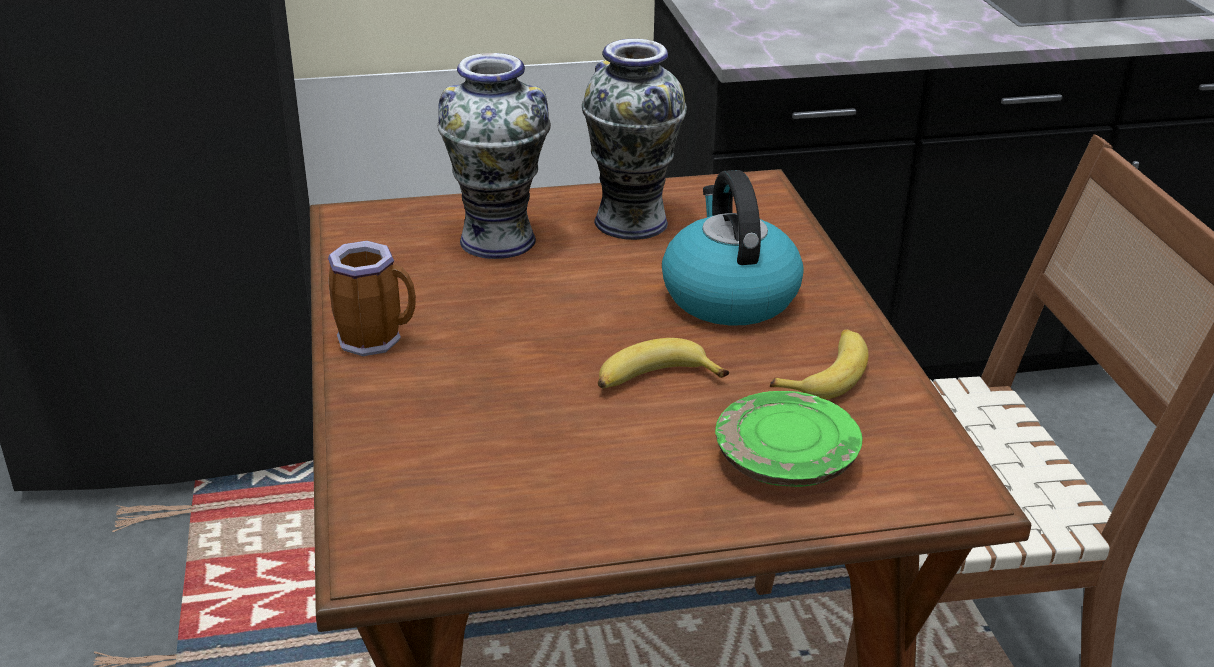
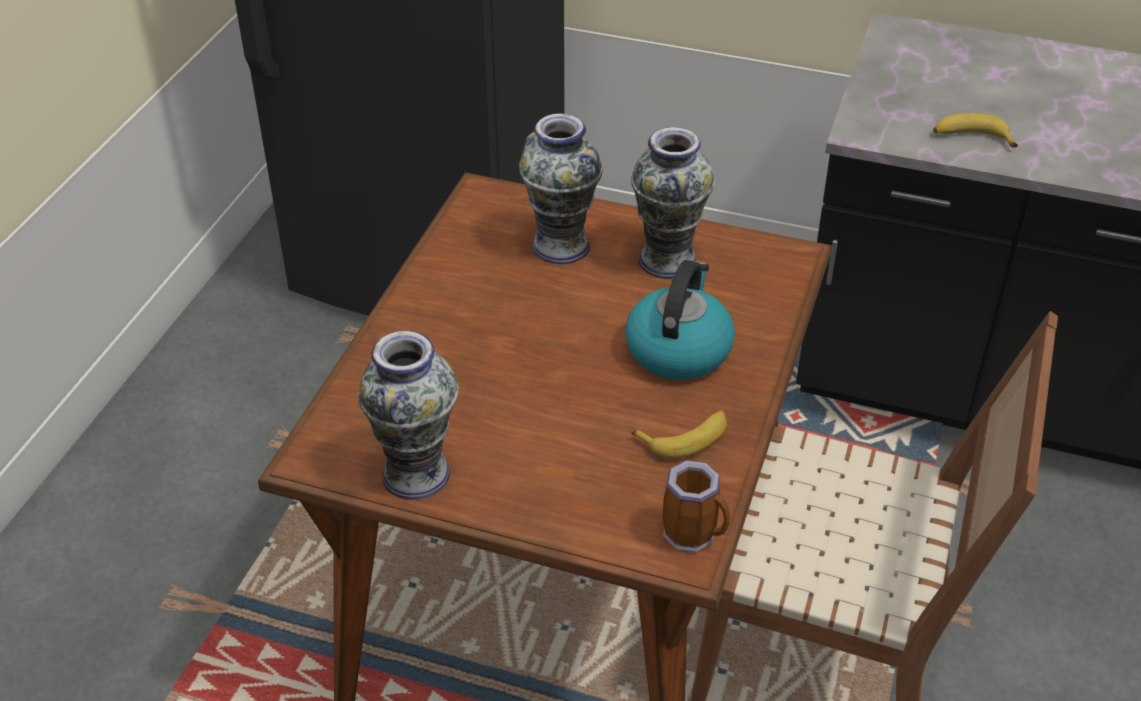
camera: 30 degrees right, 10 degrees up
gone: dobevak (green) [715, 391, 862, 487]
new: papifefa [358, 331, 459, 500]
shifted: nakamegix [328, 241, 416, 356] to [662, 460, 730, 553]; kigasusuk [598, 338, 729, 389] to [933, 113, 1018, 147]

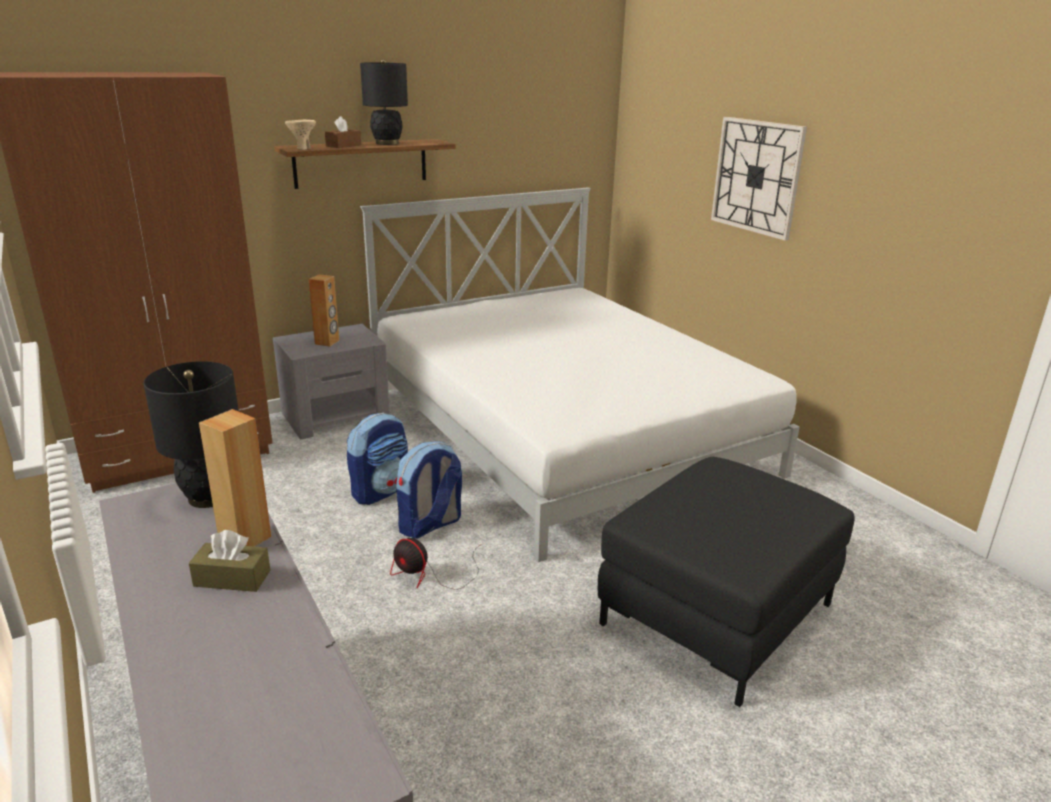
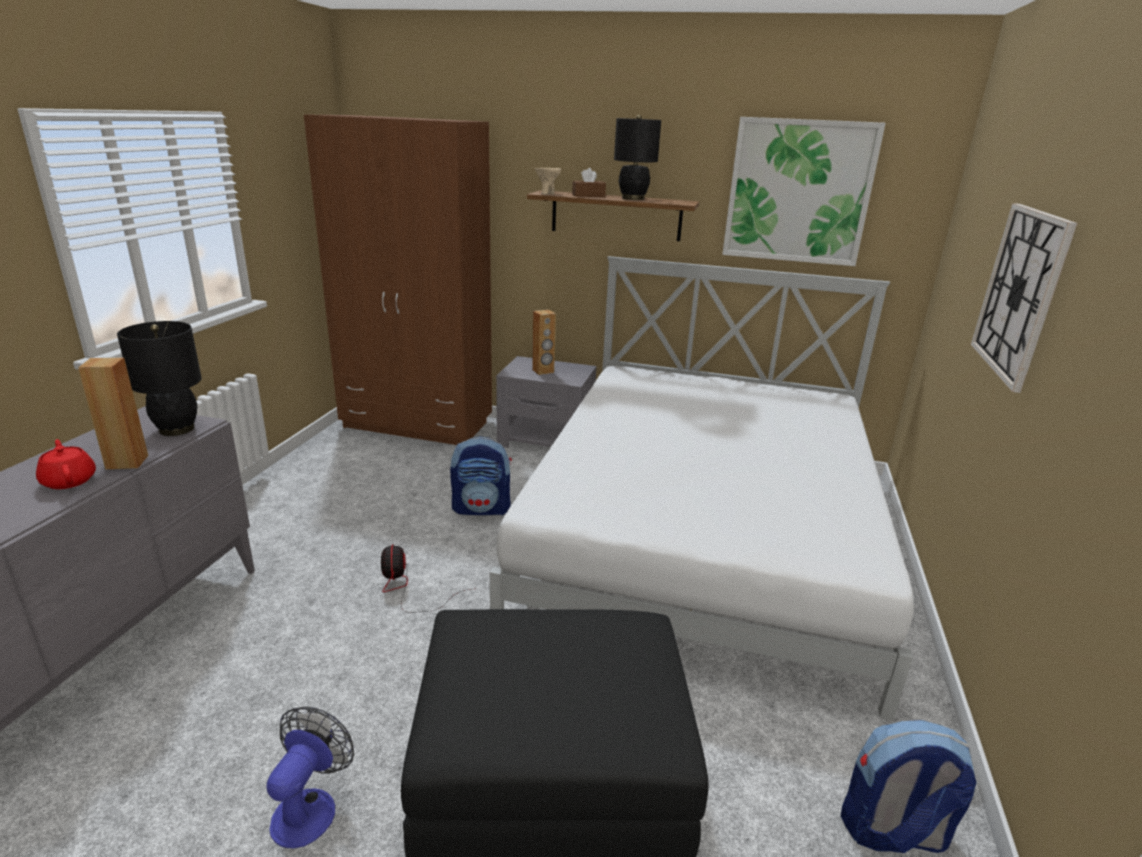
camera: 45 degrees right, 0 degrees up
new: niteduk [267, 707, 354, 848]; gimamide [722, 117, 886, 266]
shifted: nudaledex [397, 441, 462, 538] to [841, 720, 977, 853]
swapped: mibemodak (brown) [189, 530, 270, 592] to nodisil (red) [36, 439, 96, 489]

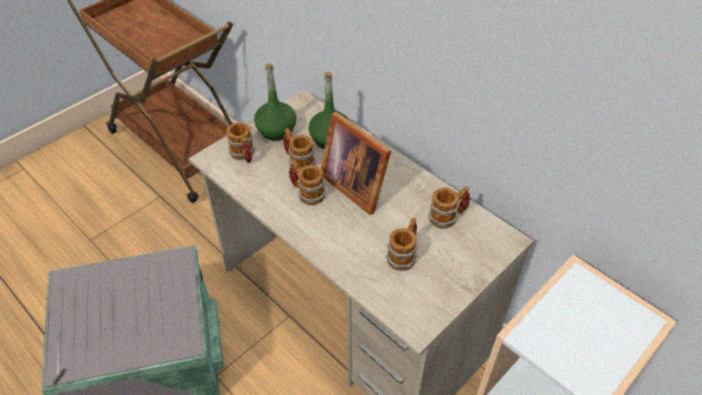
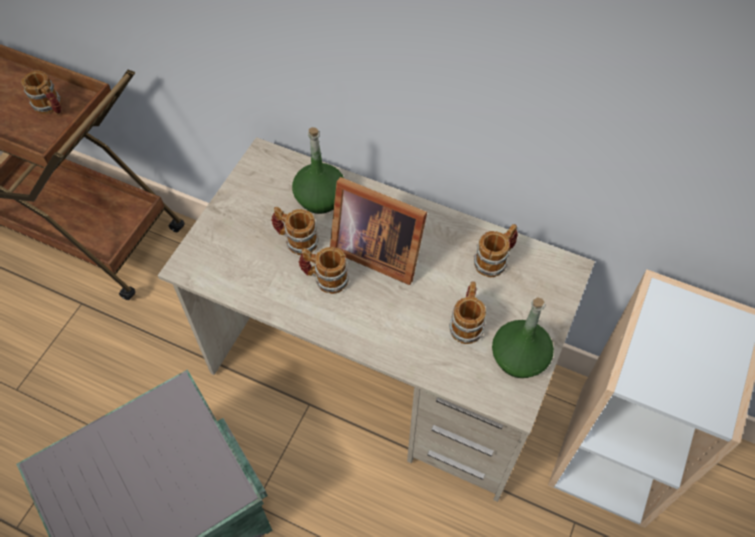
camera: 20 degrees left, 10 degrees up
shifted: nakamegix [227, 122, 255, 163] to [21, 71, 61, 114]; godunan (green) [254, 63, 297, 141] to [492, 297, 554, 378]

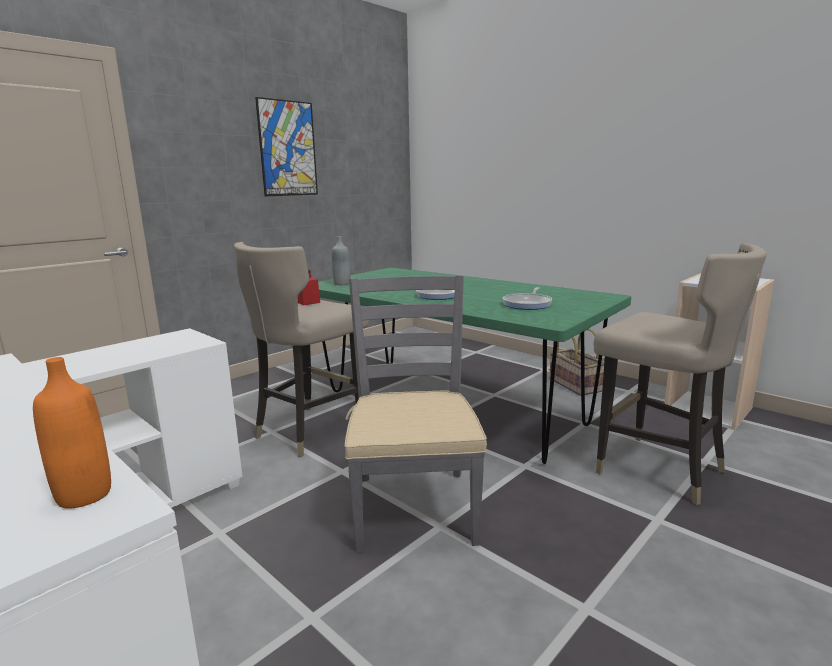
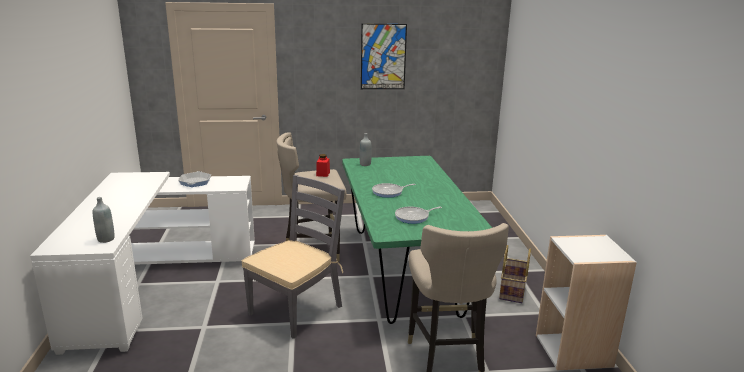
camera: 40 degrees right, 5 degrees up
new: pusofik [178, 171, 211, 187]
repainted: godunan (orange) [33, 357, 111, 509] to godunan (grey) [93, 197, 115, 243]

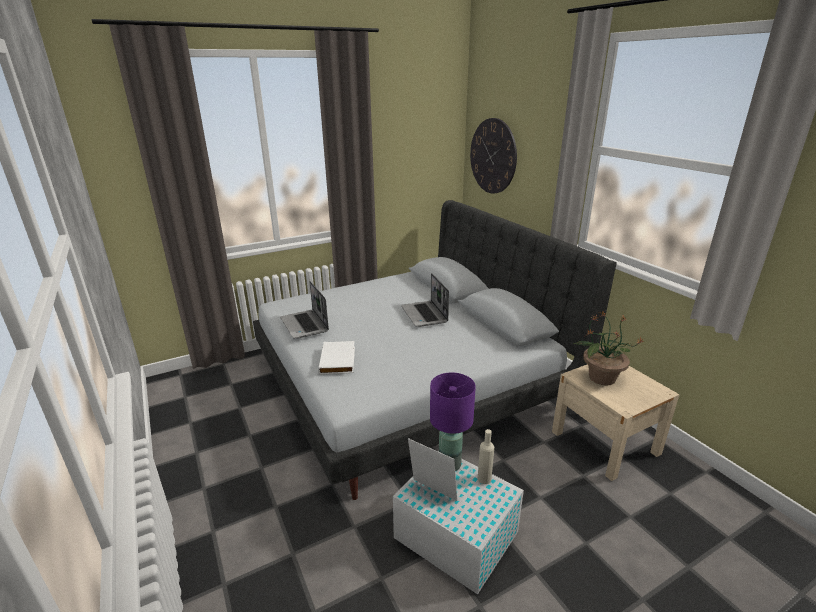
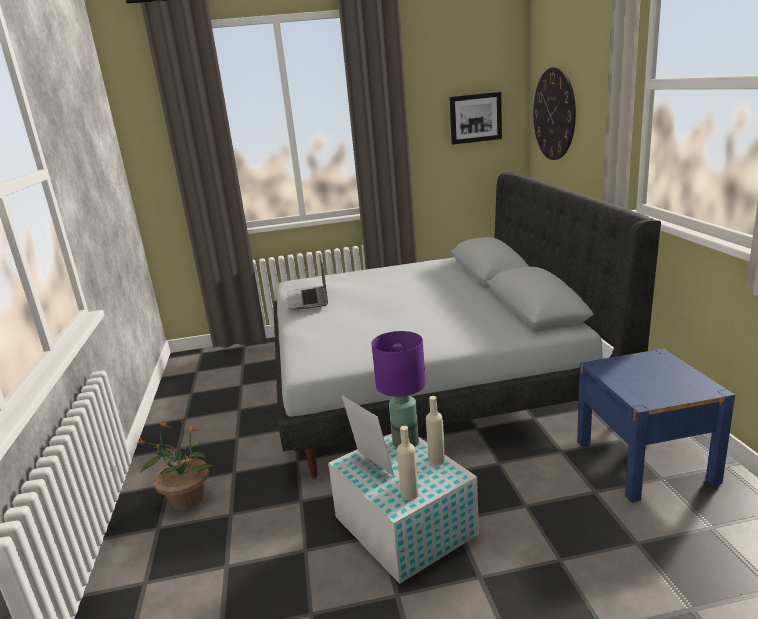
camera: 20 degrees right, 5 degrees down
gone: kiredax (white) [318, 341, 355, 375]; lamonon [401, 273, 449, 327]
new: godunan (beige) [397, 426, 419, 500]; gimamide [449, 92, 502, 145]
shifted: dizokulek [574, 311, 643, 385] to [139, 417, 214, 510]
repainted: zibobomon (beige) [552, 364, 679, 481] to zibobomon (blue) [577, 349, 735, 502]

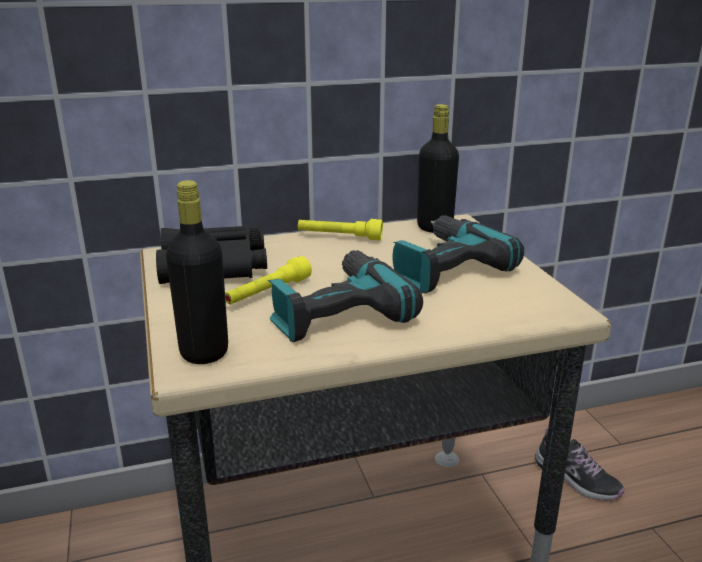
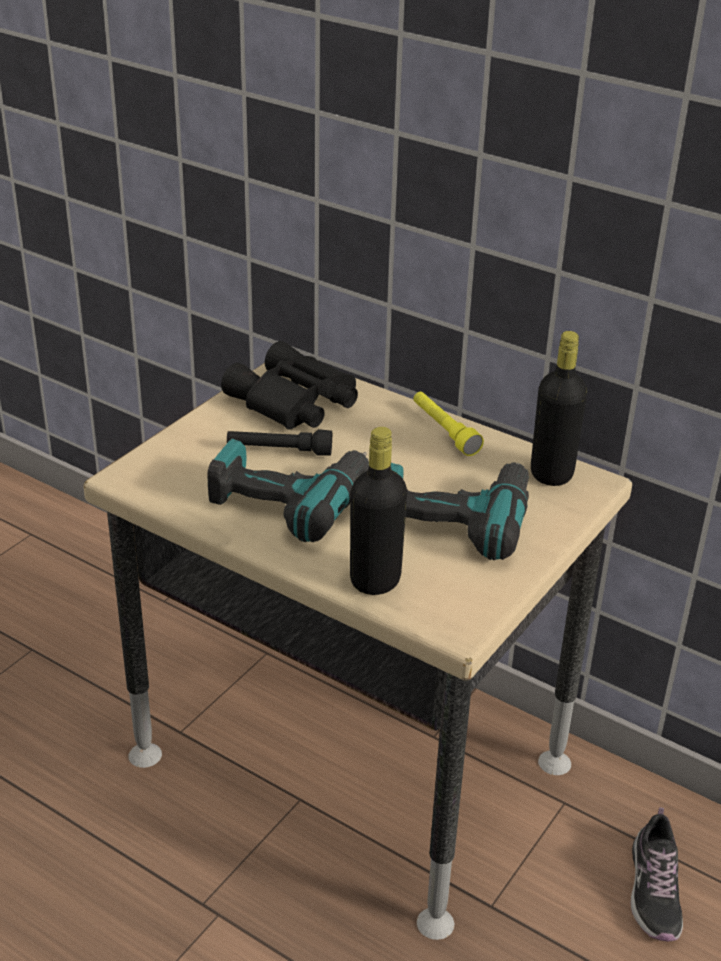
camera: 50 degrees right, 10 degrees up
shifted: godunan (black) [166, 180, 228, 364] to [350, 427, 407, 595]
repainted: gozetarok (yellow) [225, 256, 312, 305] to gozetarok (black) [227, 429, 332, 456]

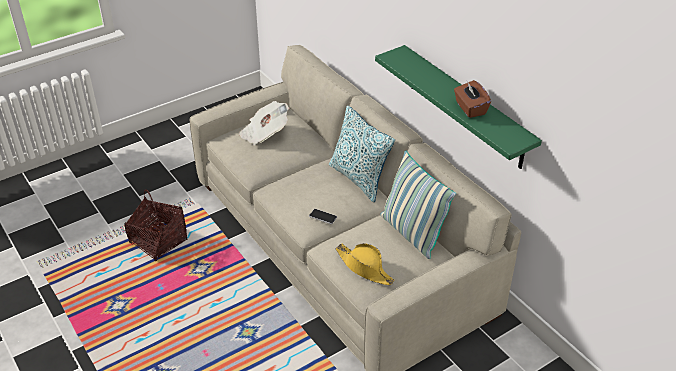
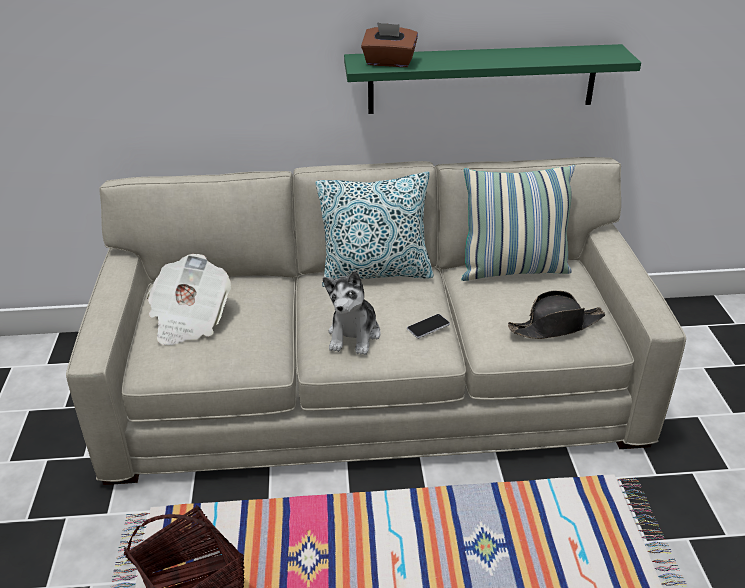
camera: 60 degrees left, 5 degrees down
new: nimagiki [323, 271, 380, 355]
shifted: mibemodak (brown) [454, 80, 491, 118] to [361, 22, 418, 67]
repainted: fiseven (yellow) [336, 243, 394, 285] to fiseven (black) [508, 290, 606, 339]

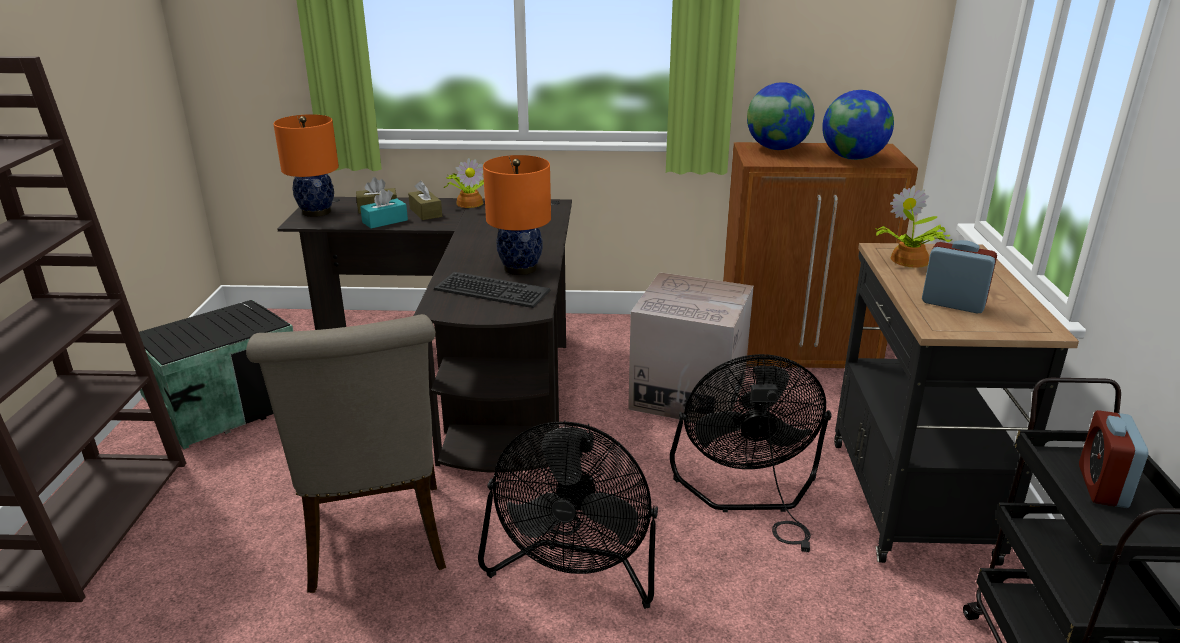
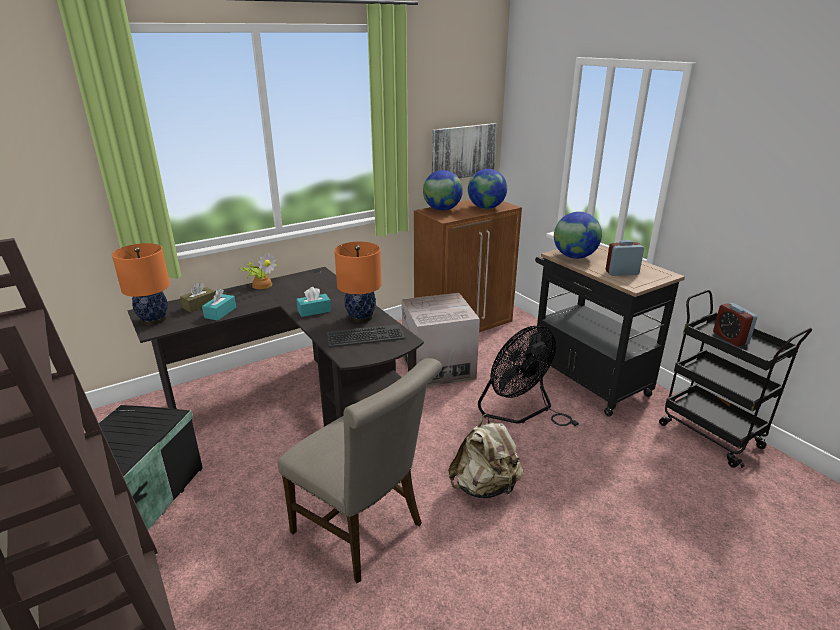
camera: 35 degrees left, 0 degrees up
gone: mibemodak (brown) [408, 181, 442, 220]
new: mibemodak (turquoise) [296, 287, 331, 317]; gimamide [432, 123, 497, 178]
swapped: niteduk (black) [478, 420, 658, 609] to nudaledex (beige) [448, 414, 523, 498]; dizokulek [875, 185, 952, 268] to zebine [554, 212, 602, 259]

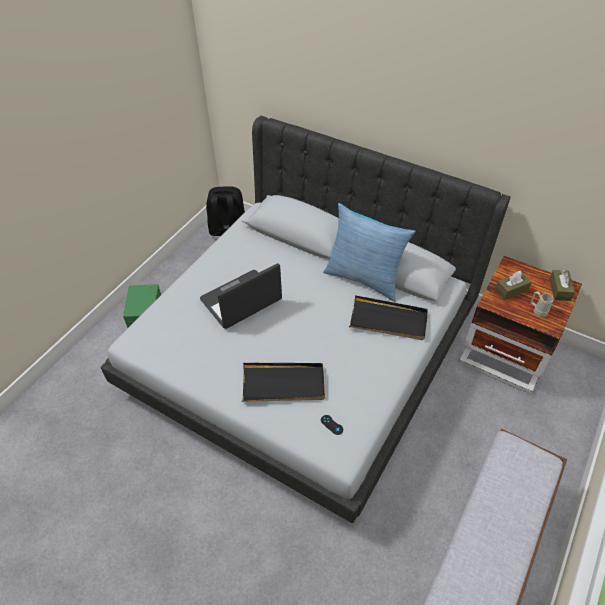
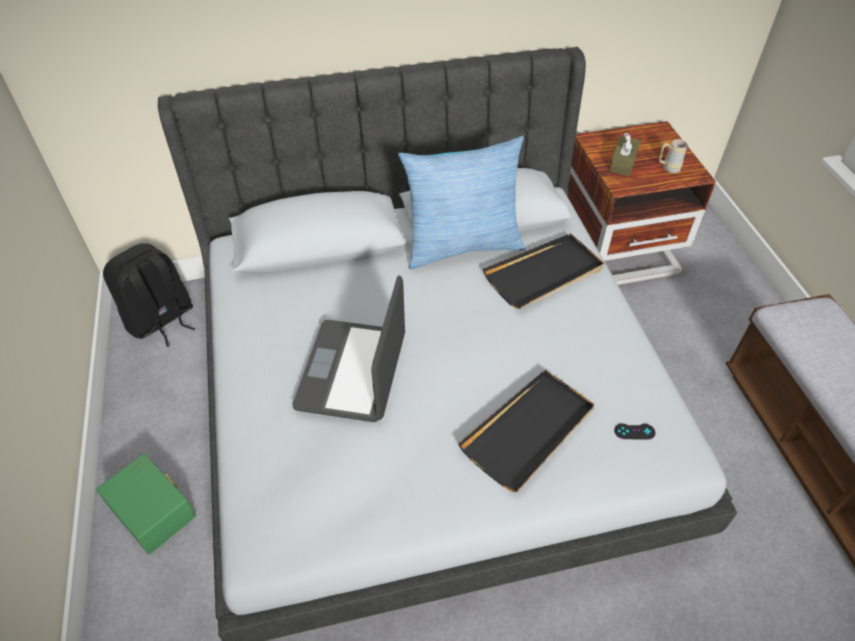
camera: 45 degrees left, 0 degrees up
gone: mibemodak (brown) [549, 270, 575, 301]

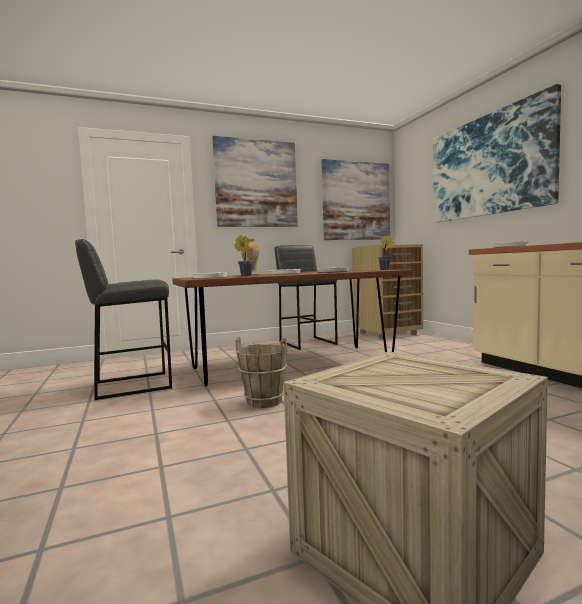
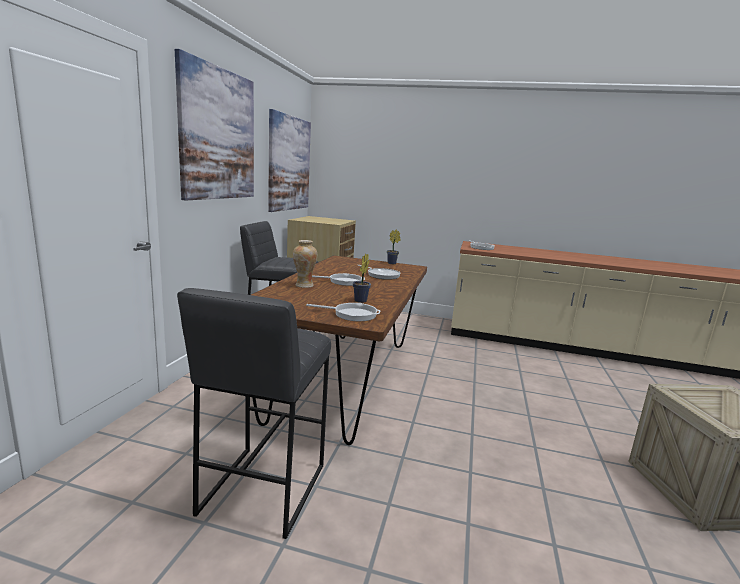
camera: 55 degrees left, 10 degrees up
gone: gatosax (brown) [236, 337, 287, 408]; gimamide [433, 84, 561, 223]

